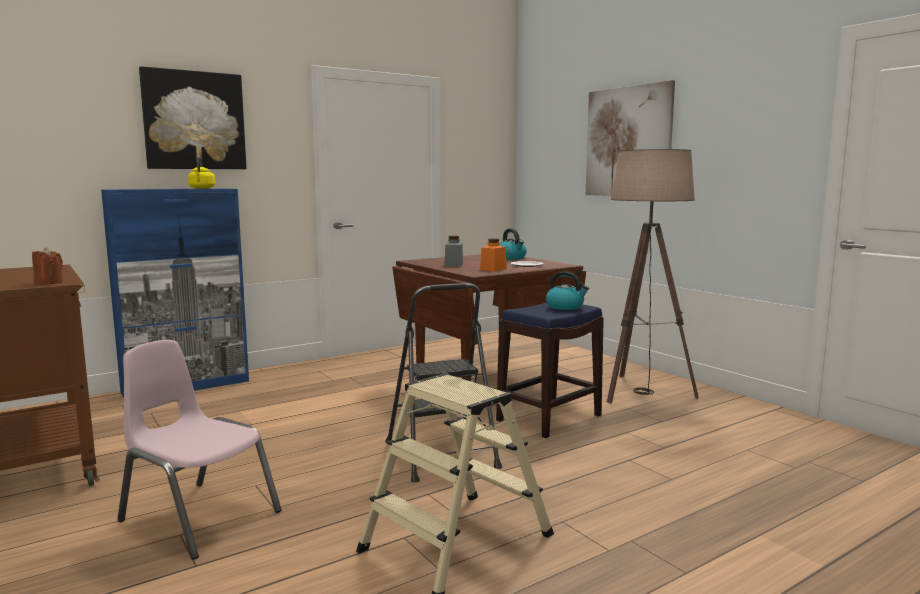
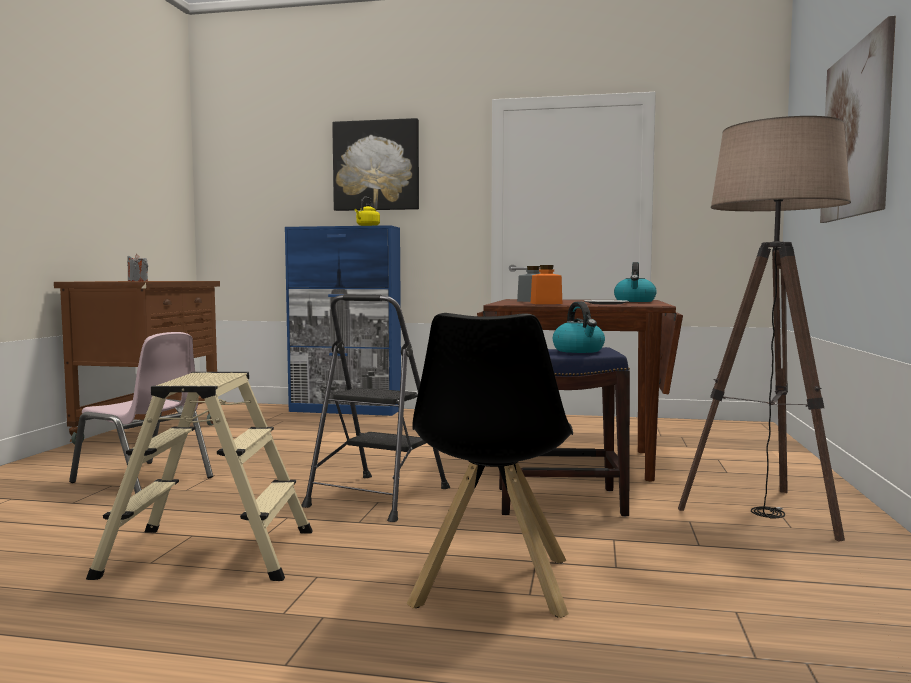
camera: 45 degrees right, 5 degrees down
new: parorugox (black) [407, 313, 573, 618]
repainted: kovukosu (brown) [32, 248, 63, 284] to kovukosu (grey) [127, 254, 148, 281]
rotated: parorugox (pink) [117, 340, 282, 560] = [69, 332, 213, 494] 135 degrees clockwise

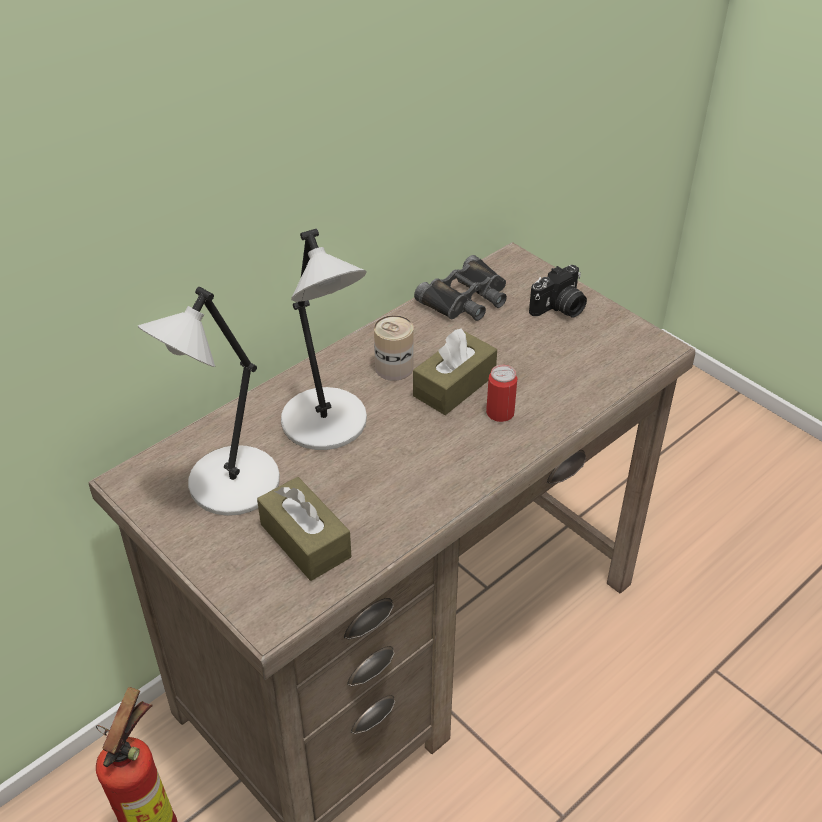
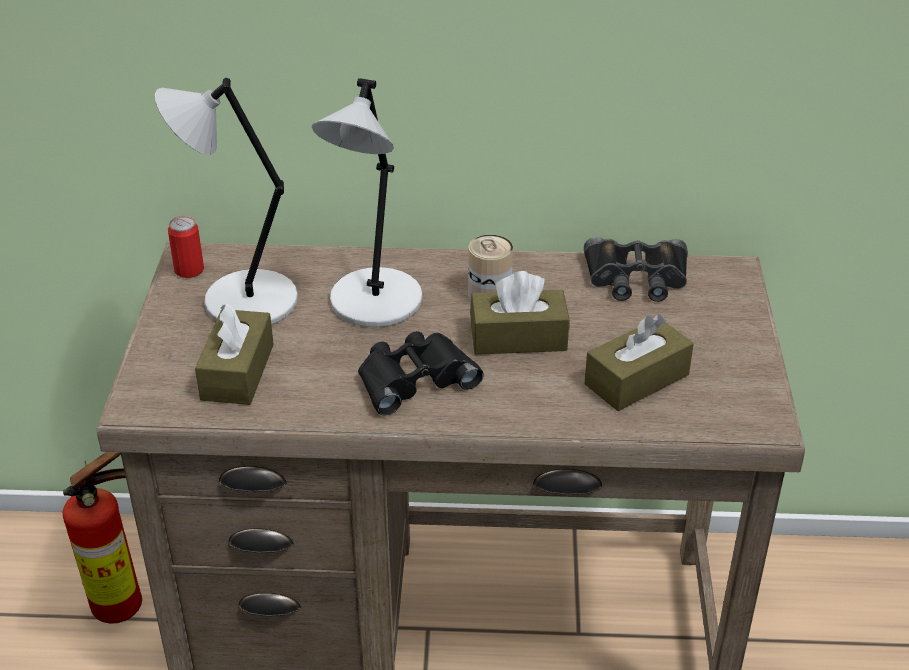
camera: 45 degrees right, 5 degrees down
gone: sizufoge [529, 265, 587, 317]
new: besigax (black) [358, 331, 484, 416]; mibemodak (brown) [585, 314, 694, 411]
shifted: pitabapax [486, 365, 517, 422] to [168, 216, 204, 278]

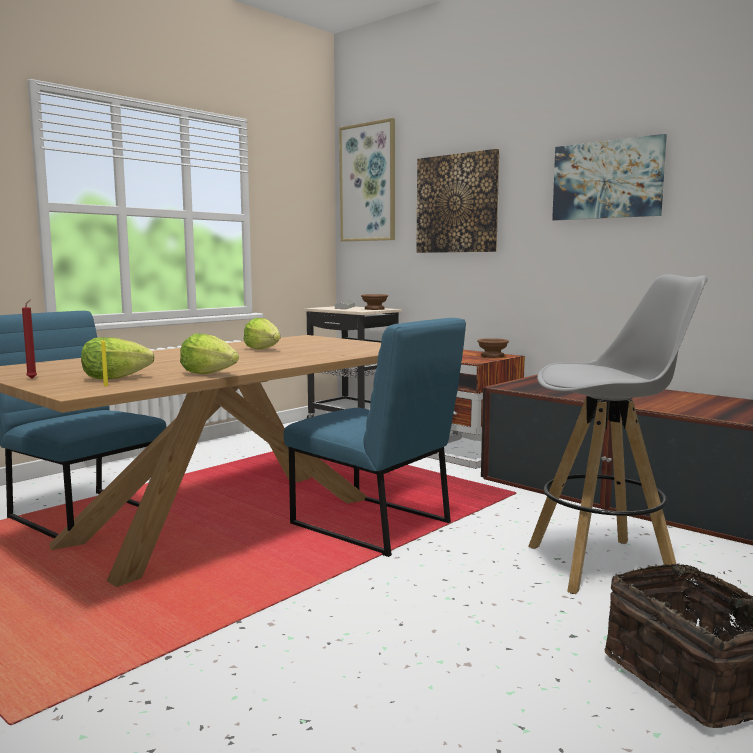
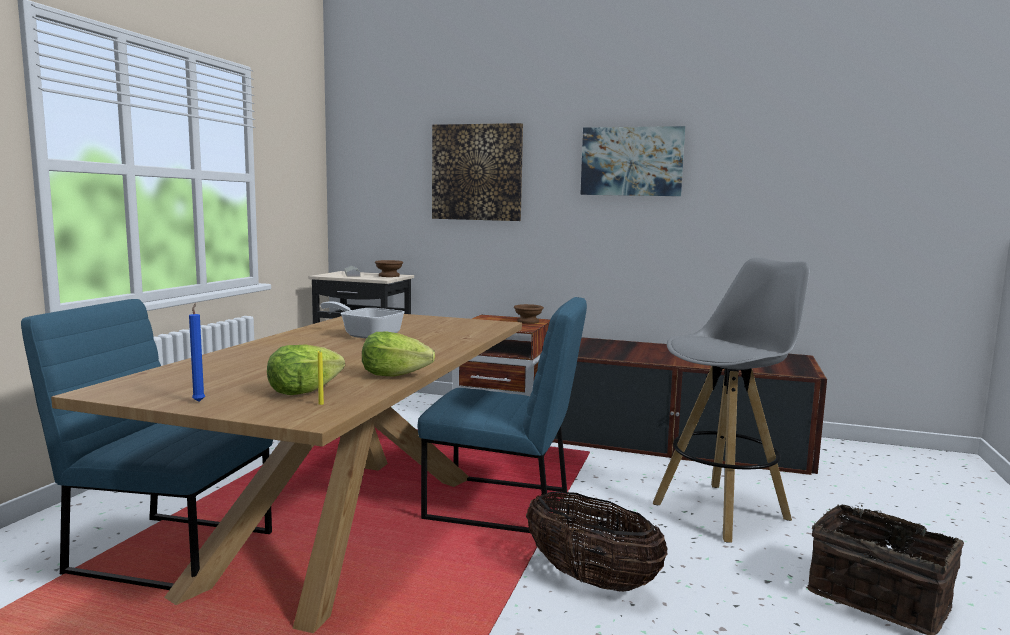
camera: 25 degrees left, 0 degrees up
gone: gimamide [339, 118, 395, 242]
new: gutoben [526, 492, 668, 592]
swapped: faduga [244, 318, 281, 350] to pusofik [320, 301, 405, 339]
repainted: kovukosu (red) [22, 299, 37, 379] to kovukosu (blue) [189, 304, 205, 402]

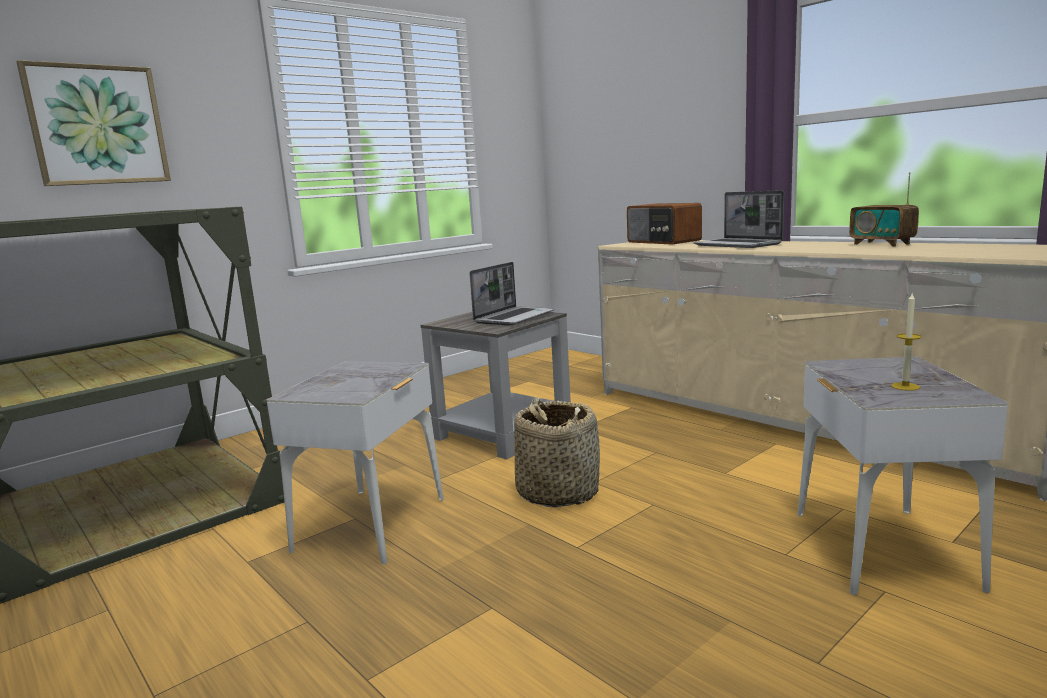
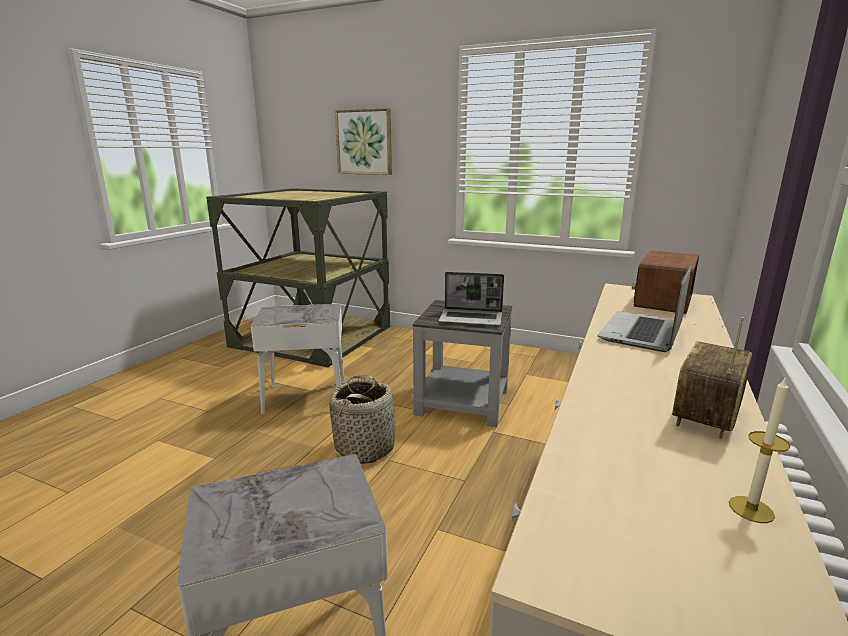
camera: 65 degrees right, 5 degrees up
shifted: kovukosu [891, 293, 922, 391] to [729, 376, 790, 523]

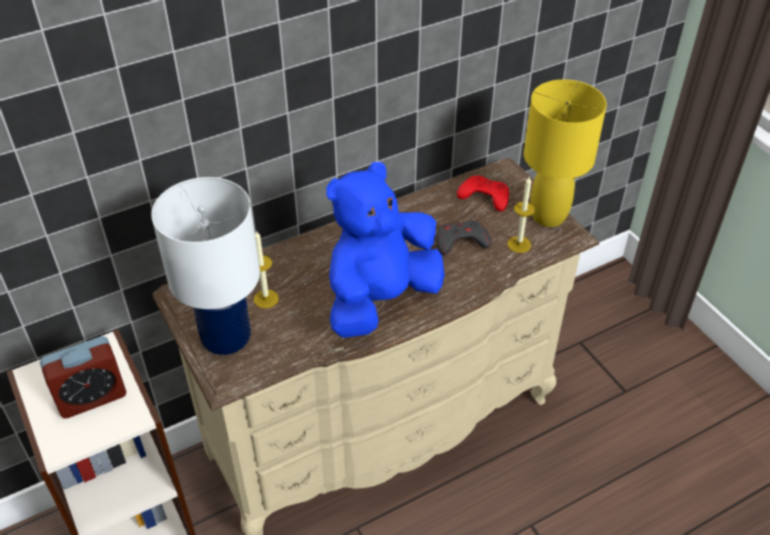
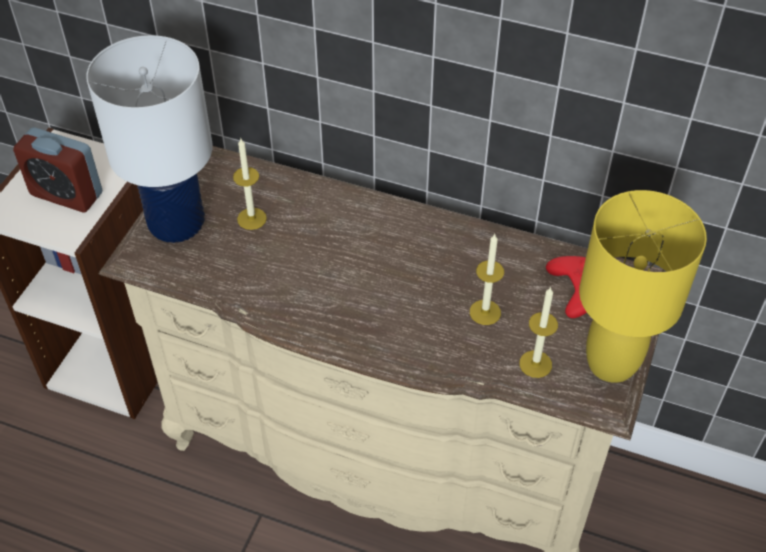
camera: 50 degrees right, 5 degrees up
gone: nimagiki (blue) [326, 162, 445, 338]
swapped: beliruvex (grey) [437, 220, 492, 255] to kovukosu [470, 234, 504, 325]

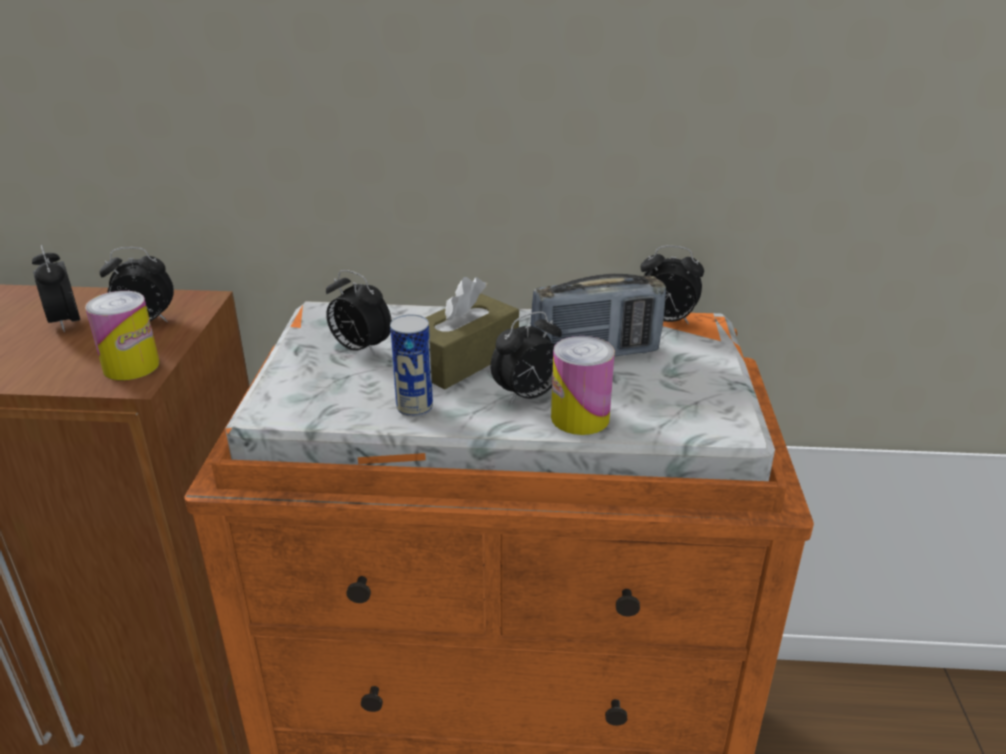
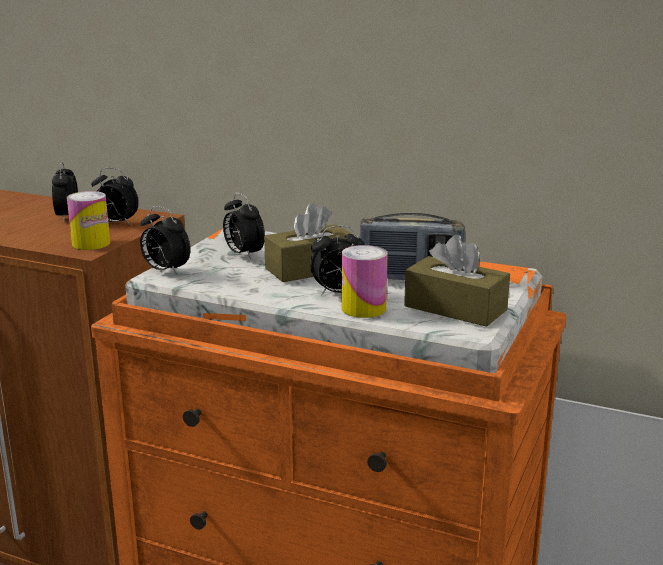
camera: 20 degrees right, 10 degrees down
gone: pitabapax [390, 315, 433, 417]
new: mibemodak (brown) [404, 235, 510, 327]
shifted: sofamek [641, 245, 704, 325] to [140, 206, 191, 274]

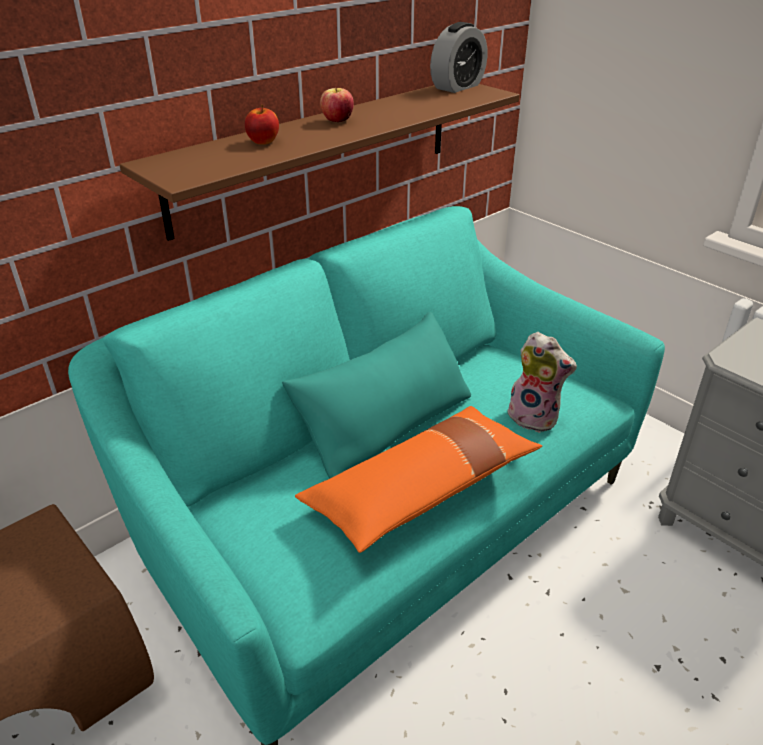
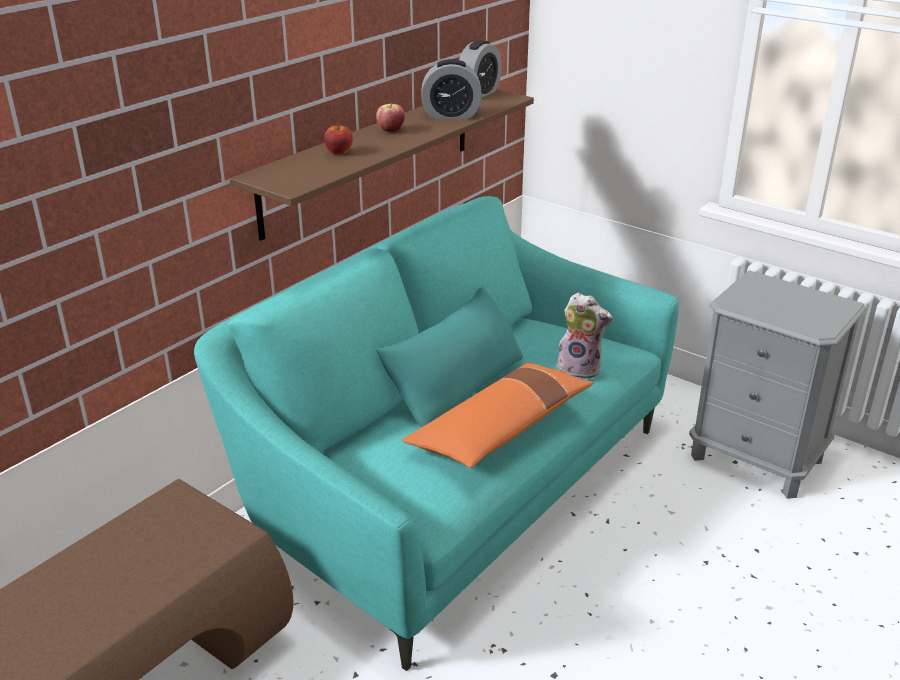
camera: 10 degrees left, 5 degrees down
new: sofamek [421, 59, 482, 119]

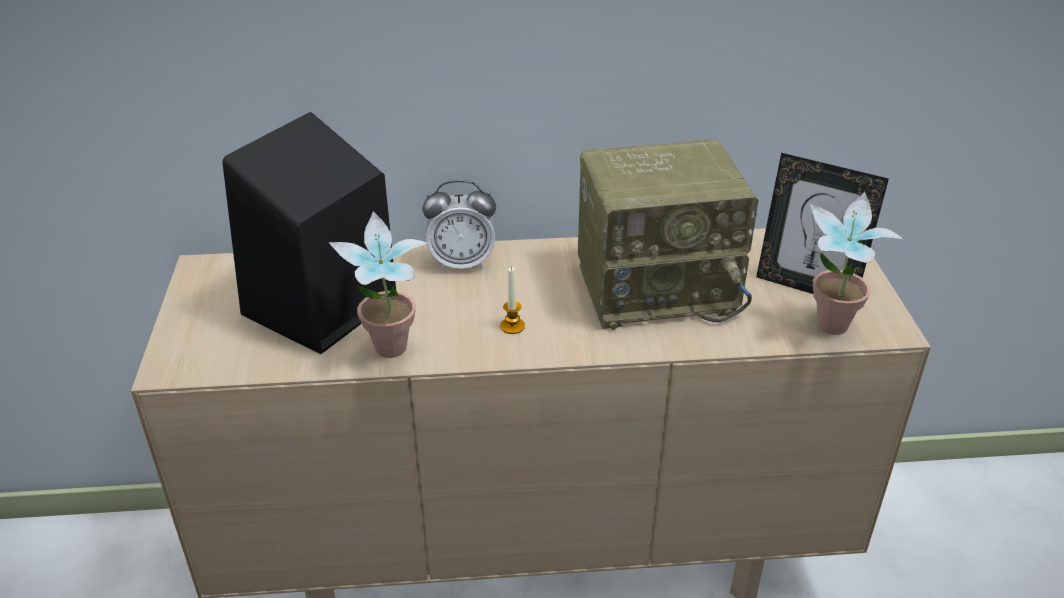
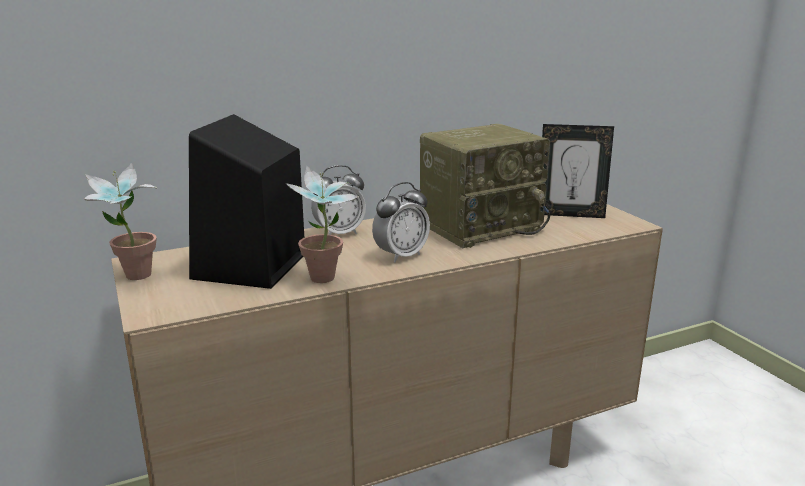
camera: 20 degrees left, 15 degrees down
shifted: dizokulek [810, 192, 903, 335] to [84, 162, 158, 280]
swapped: kovukosu [500, 267, 525, 334] to sofamek [372, 182, 430, 263]

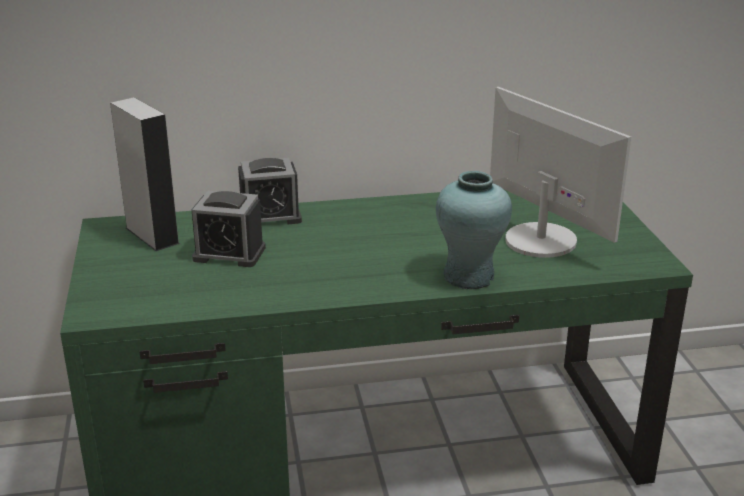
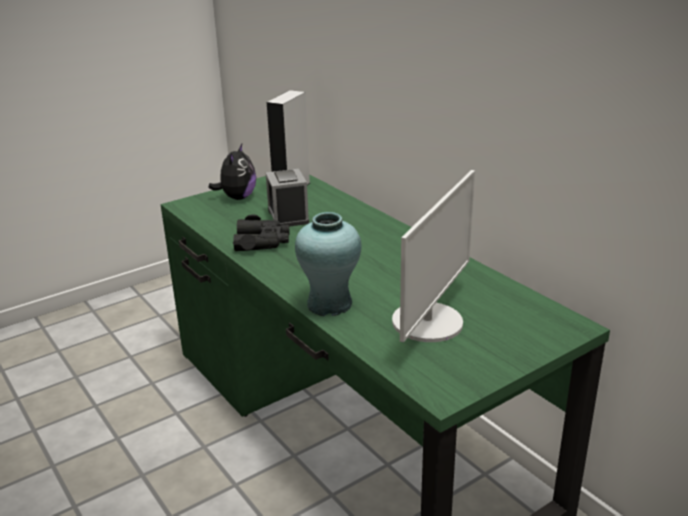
camera: 65 degrees right, 0 degrees up
gone: sofamek [238, 158, 302, 224]
new: nimagiki [208, 144, 256, 200]; besigax (black) [233, 214, 289, 251]

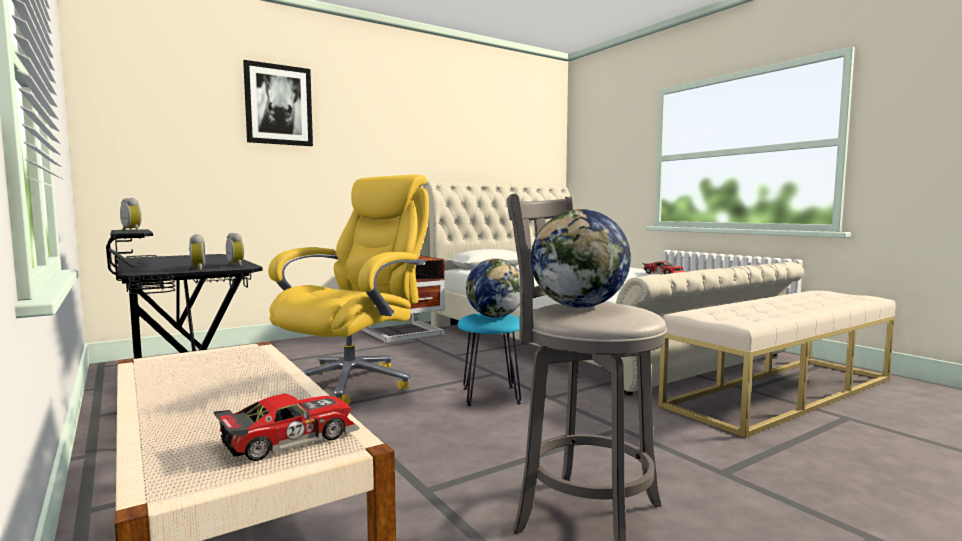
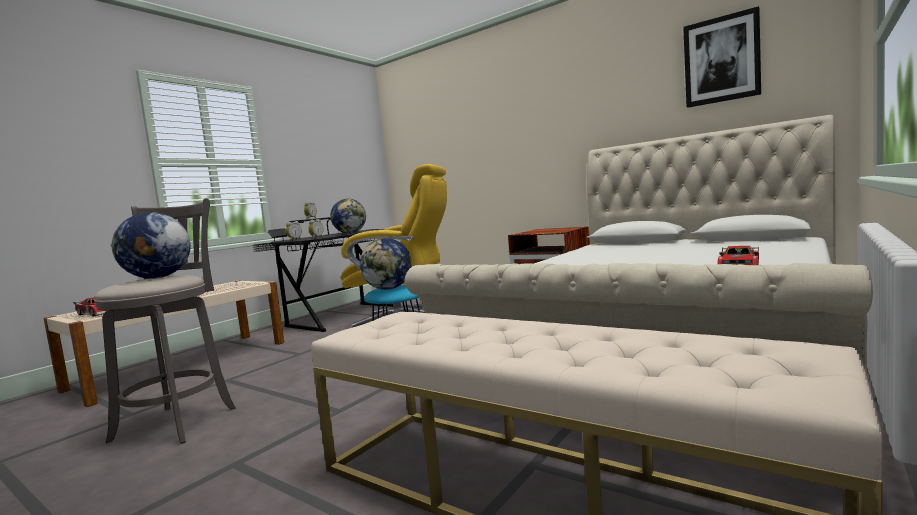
camera: 70 degrees right, 0 degrees up
new: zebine [330, 199, 366, 234]
shifted: gimamide [243, 60, 313, 146] to [683, 6, 761, 108]

